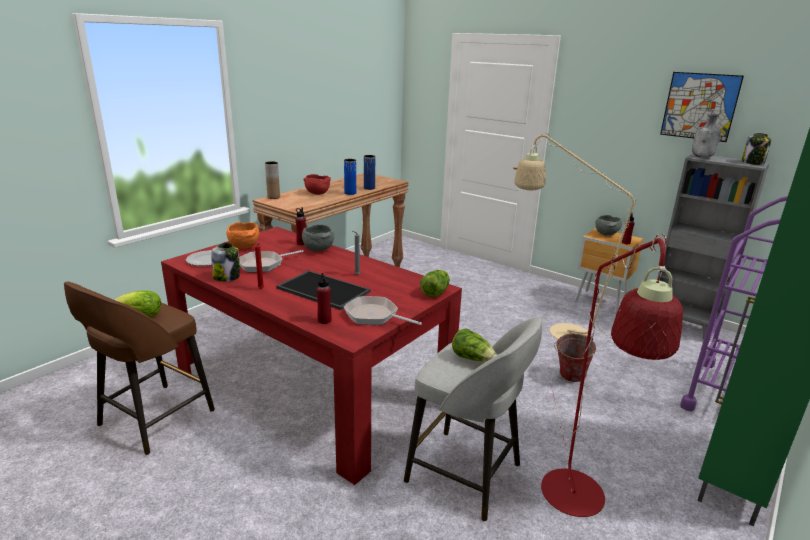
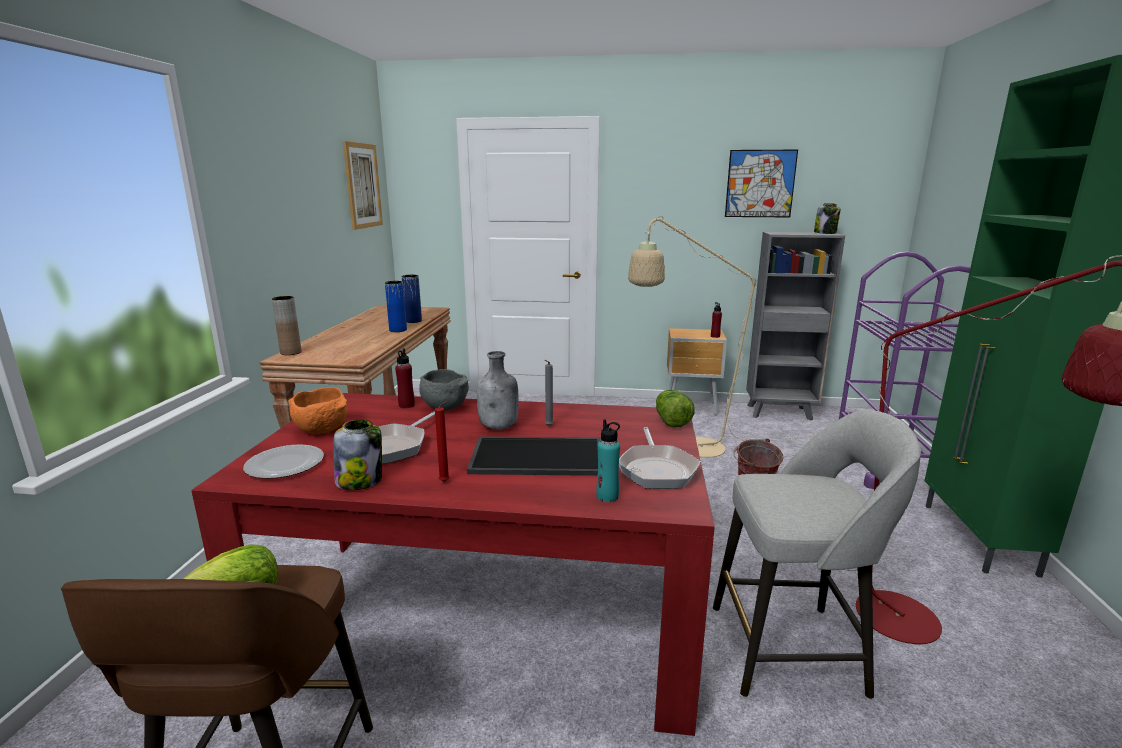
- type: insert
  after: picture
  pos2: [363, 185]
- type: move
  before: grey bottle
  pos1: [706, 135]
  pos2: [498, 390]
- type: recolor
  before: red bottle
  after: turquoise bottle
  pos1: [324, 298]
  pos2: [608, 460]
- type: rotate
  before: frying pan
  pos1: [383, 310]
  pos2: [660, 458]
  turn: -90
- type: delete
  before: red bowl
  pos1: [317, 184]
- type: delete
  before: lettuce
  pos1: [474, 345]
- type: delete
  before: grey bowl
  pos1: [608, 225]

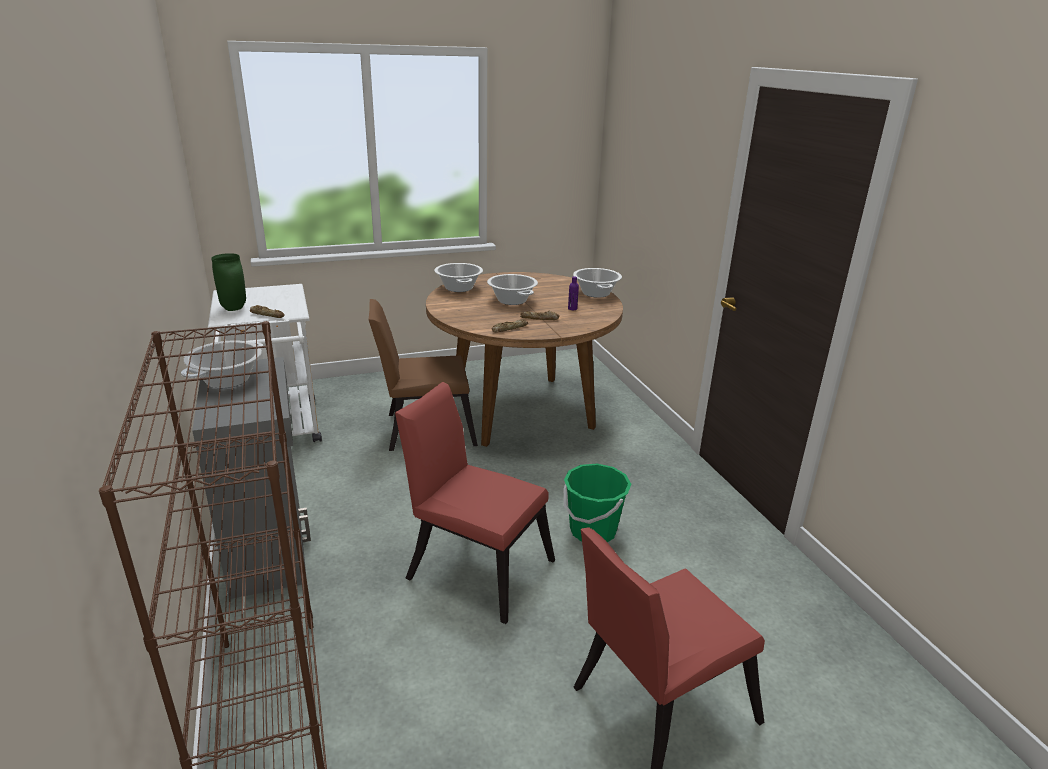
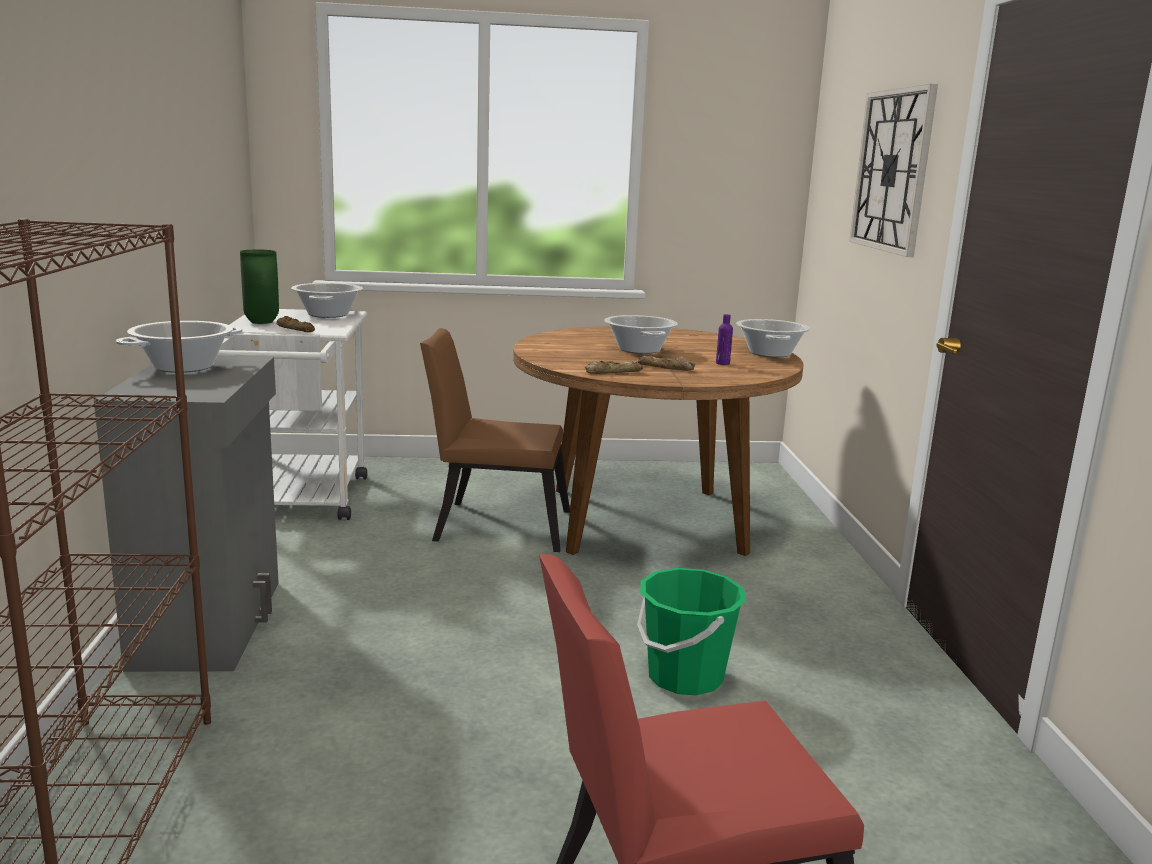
- type: move
  before: cooking pot
  pos1: [458, 277]
  pos2: [327, 300]
- type: insert
  after: wall clock
  pos2: [893, 170]
- type: delete
  before: red chair
  pos1: [475, 503]

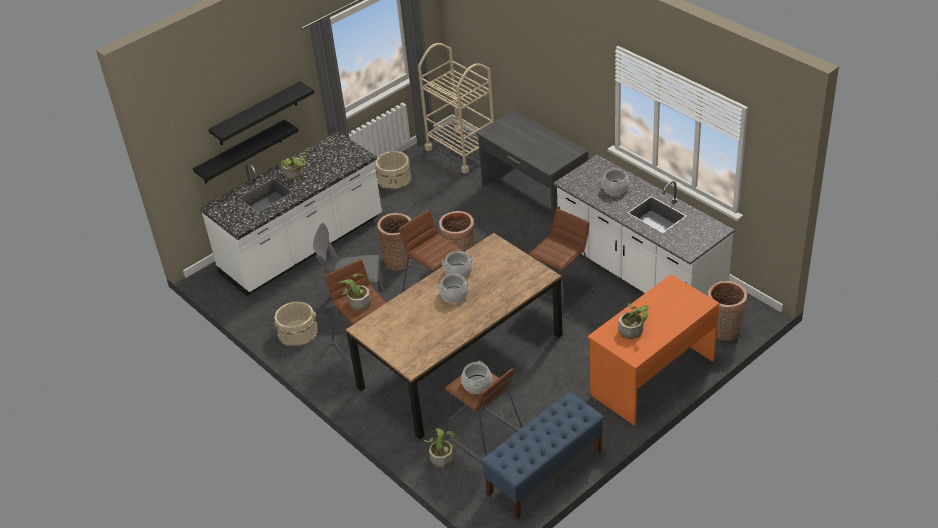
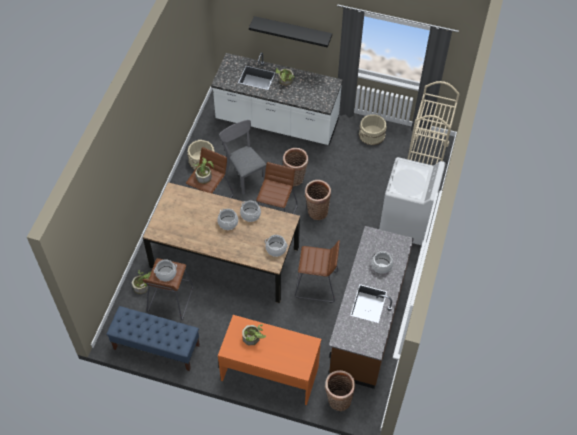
- type: insert
  after: cooking pot
  pos2: [276, 246]
- type: recolor
  before: white counter
  after: brown counter
  pos1: [643, 225]
  pos2: [371, 307]
- type: replace
  before: grey desk
  after: white washing machine
  pos1: [532, 167]
  pos2: [412, 201]
- type: delete
  before: black shelf
  pos1: [245, 151]

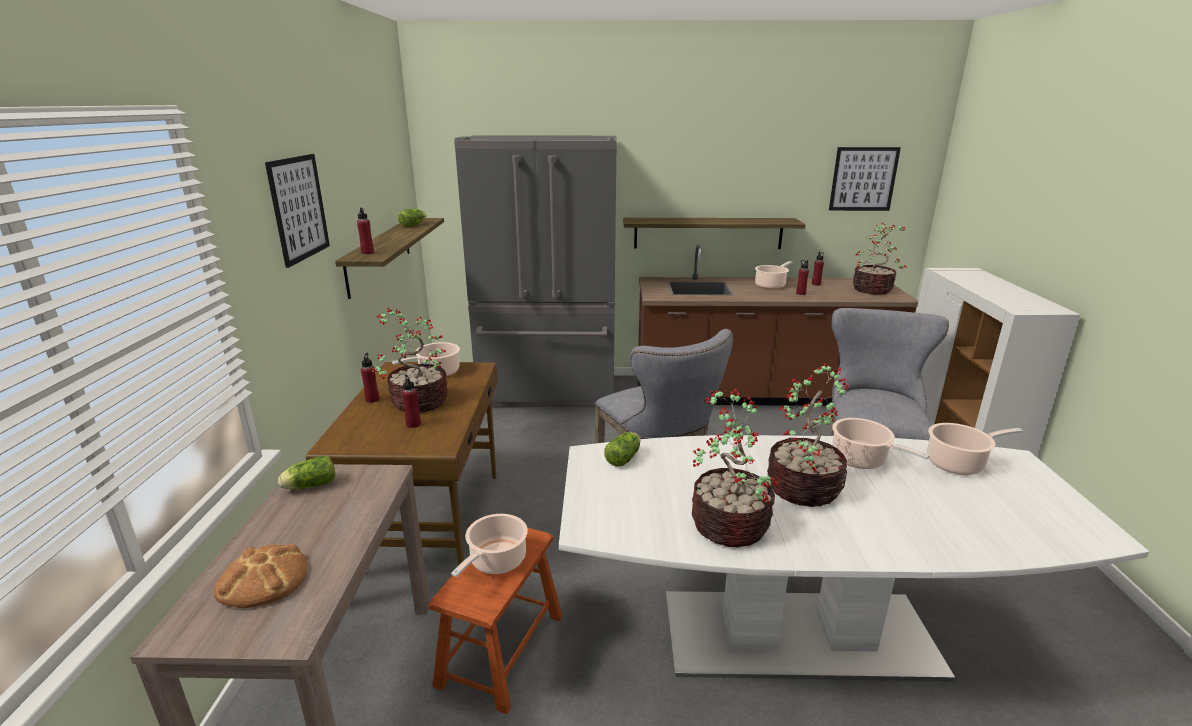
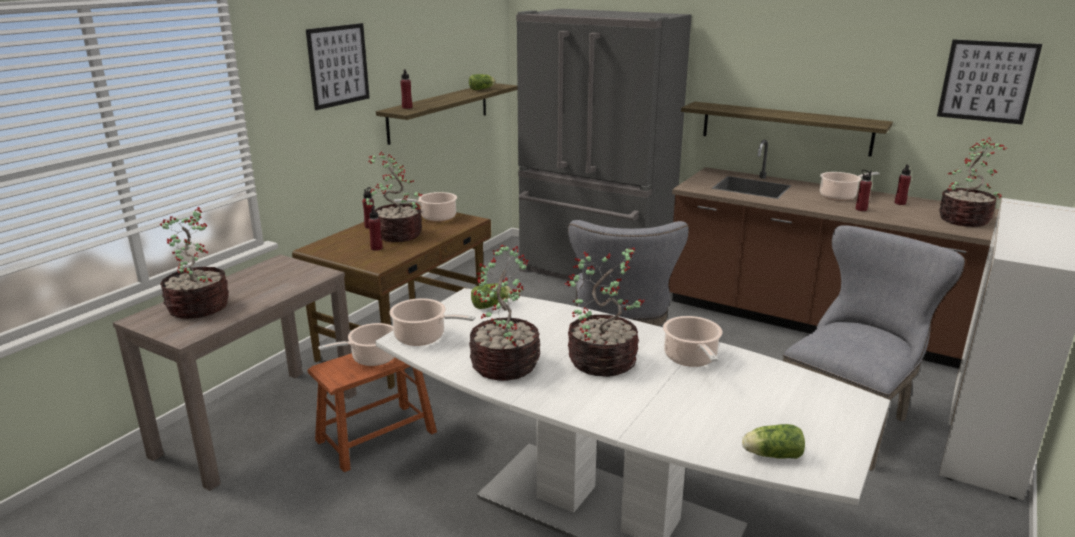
- type: replace
  before: bread
  after: potted plant
  pos1: [261, 576]
  pos2: [194, 263]
- type: move
  before: cooking pot
  pos1: [974, 449]
  pos2: [432, 322]
- type: move
  before: lettuce
  pos1: [306, 472]
  pos2: [773, 441]

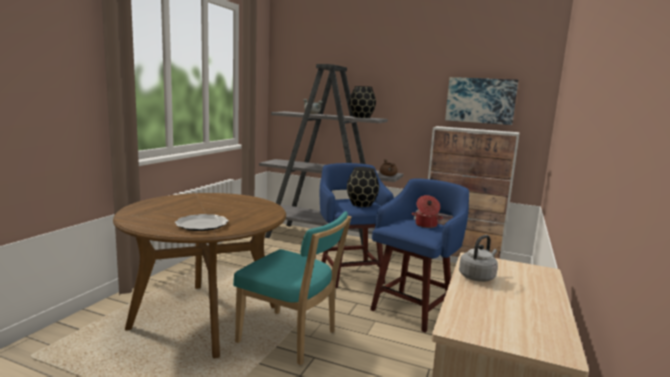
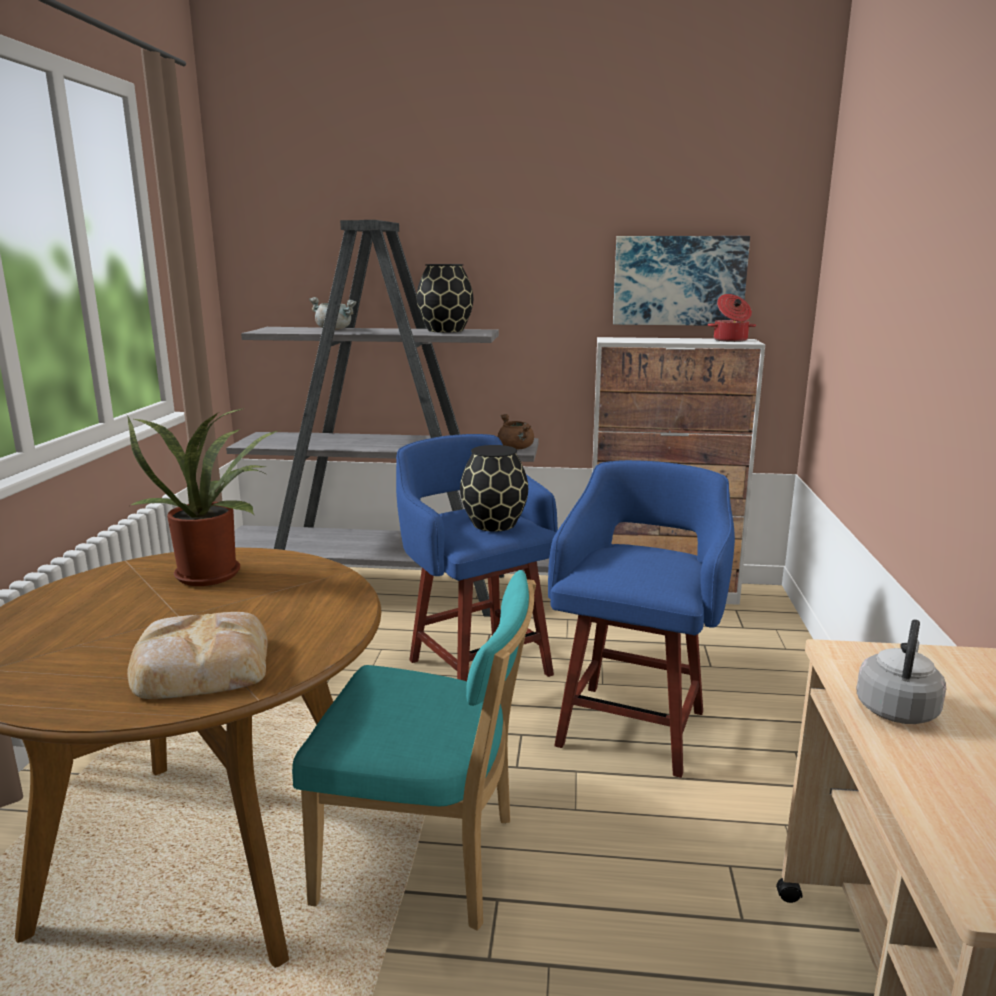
- type: insert
  after: potted plant
  pos2: [204, 497]
- type: replace
  before: plate
  after: bread
  pos1: [201, 222]
  pos2: [197, 655]
- type: move
  before: cooking pot
  pos1: [427, 211]
  pos2: [732, 318]

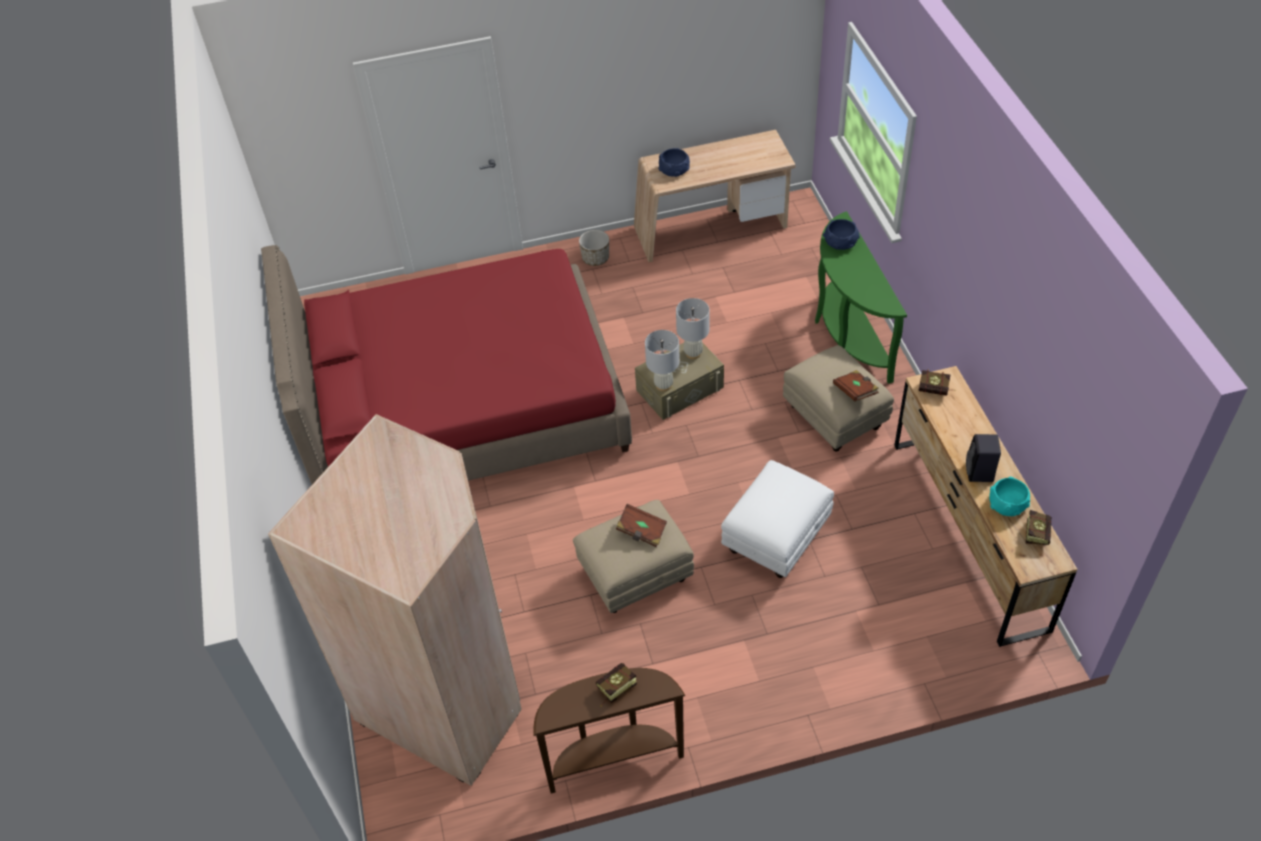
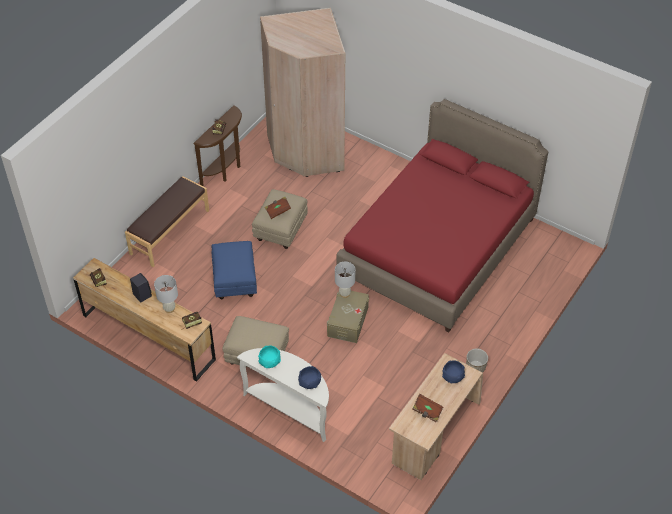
- type: insert
  after: brown bench
  pos2: [167, 222]
- type: move
  before: white table lamp
  pos1: [693, 328]
  pos2: [166, 294]
- type: recolor
  before: white ottoman
  after: blue ottoman
  pos1: [777, 519]
  pos2: [234, 270]
- type: recolor
  before: green console table
  after: white console table
  pos1: [861, 297]
  pos2: [283, 395]
- type: move
  before: turquoise bowl
  pos1: [1009, 496]
  pos2: [269, 357]
- type: move
  before: brown book
  pos1: [856, 386]
  pos2: [427, 408]

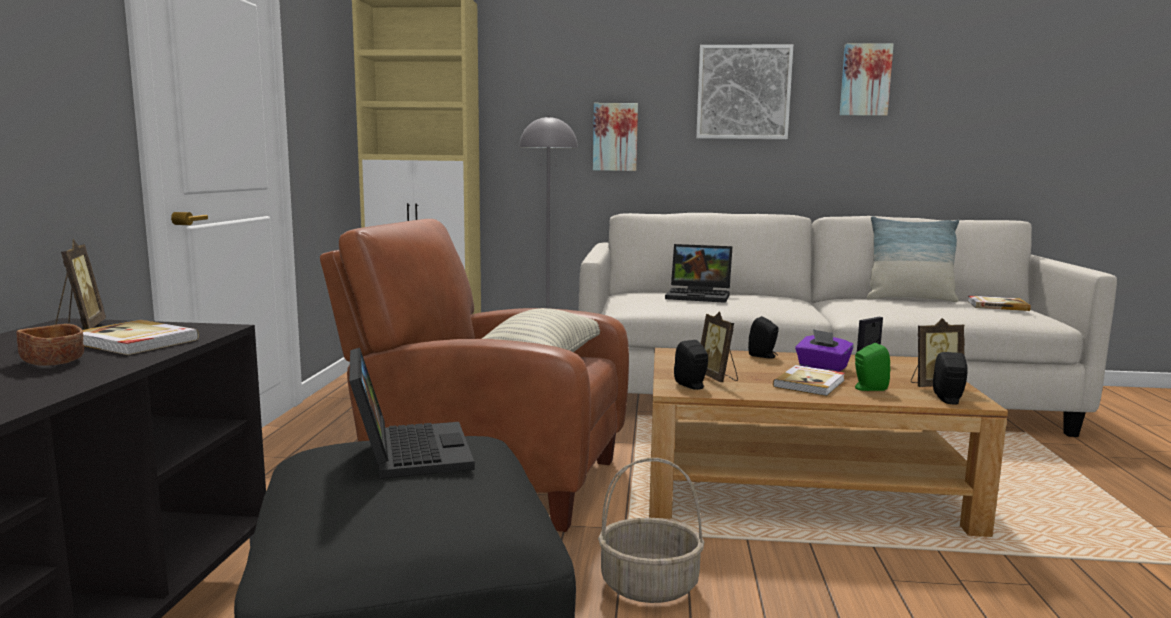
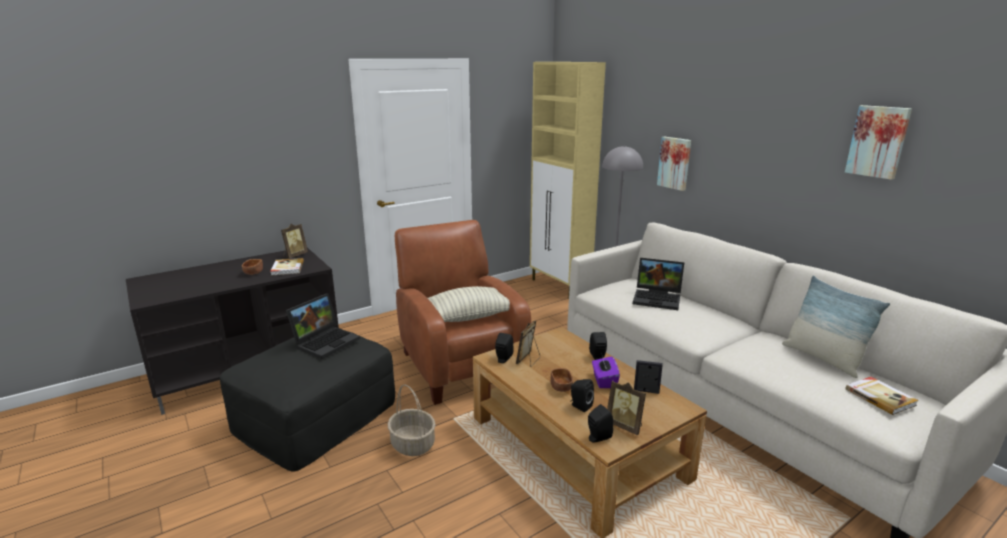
- type: replace
  before: book
  after: brown bowl
  pos1: [809, 380]
  pos2: [561, 380]
- type: recolor
  before: green speaker
  after: black speaker
  pos1: [872, 367]
  pos2: [582, 395]
- type: rotate
  before: laptop
  pos1: [698, 273]
  pos2: [658, 284]
  turn: -45
- type: delete
  before: picture
  pos1: [744, 92]

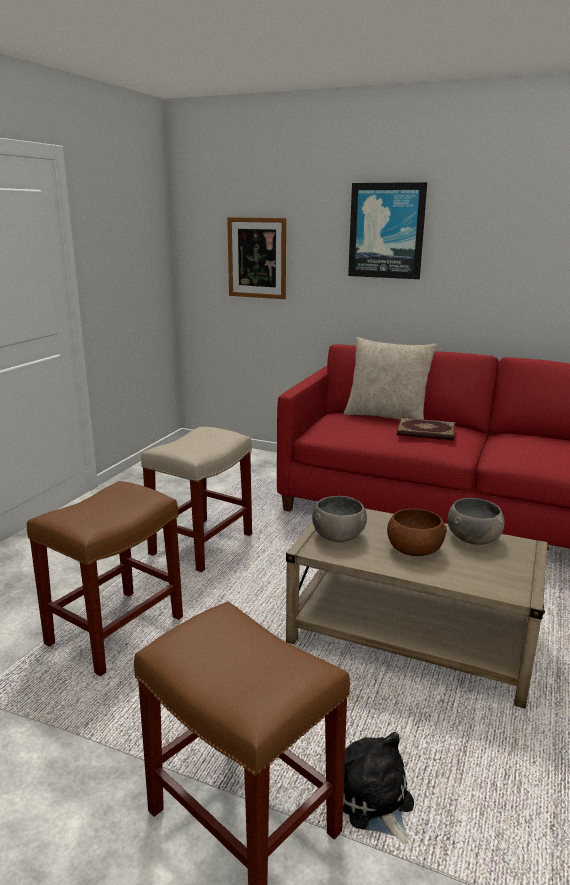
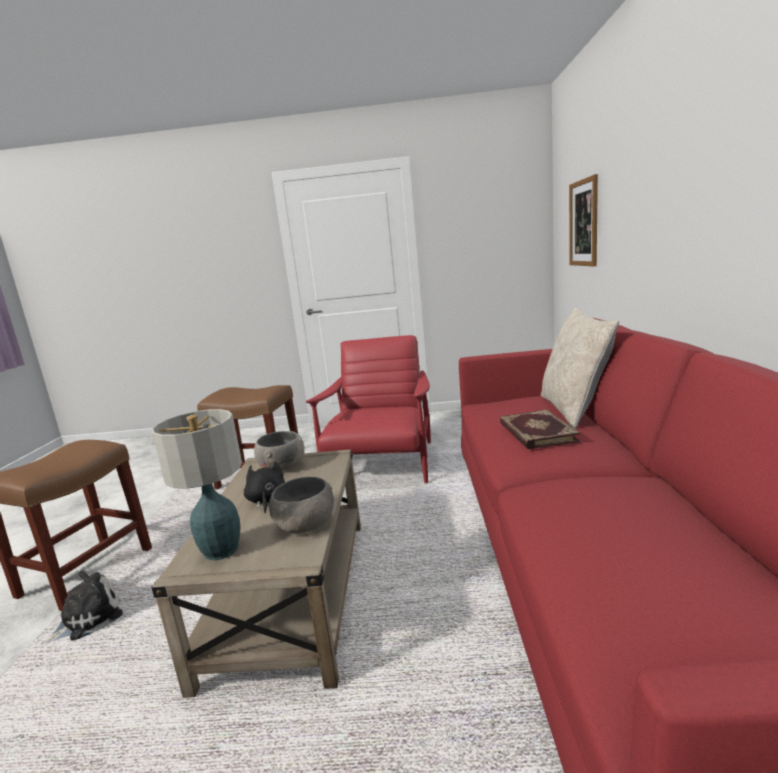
- type: insert
  after: table lamp
  pos2: [196, 484]
- type: replace
  before: brown bowl
  after: black plush toy
  pos1: [417, 532]
  pos2: [264, 487]
- type: replace
  before: beige stool
  after: red armchair
  pos1: [196, 499]
  pos2: [368, 409]
- type: delete
  before: picture
  pos1: [387, 230]

